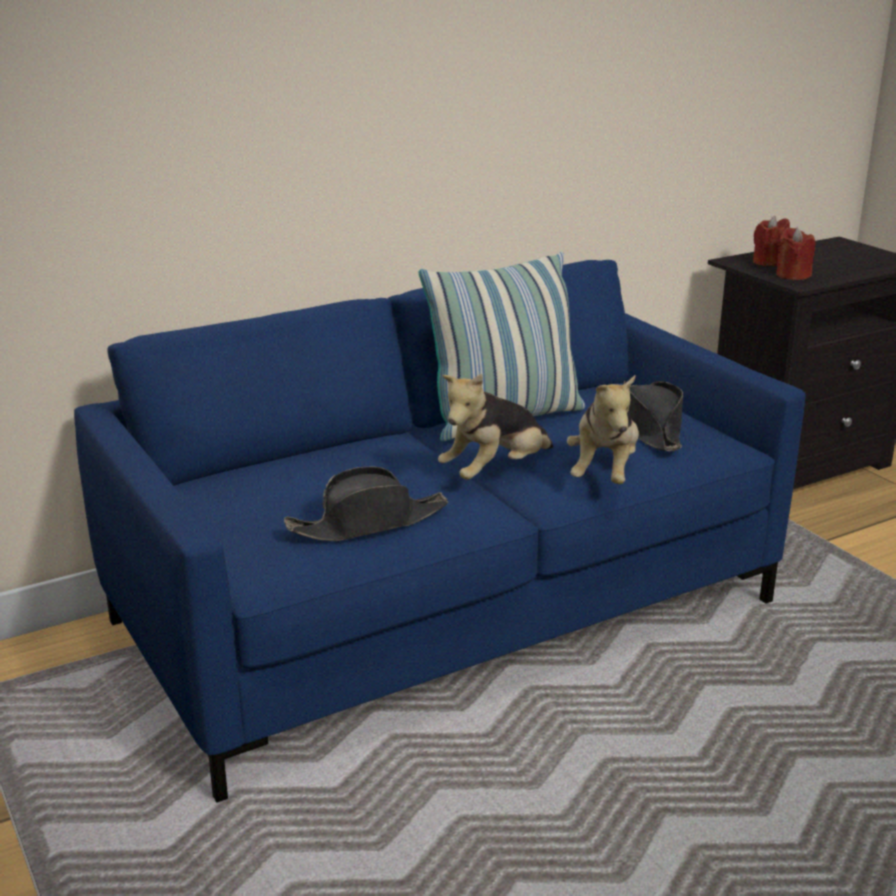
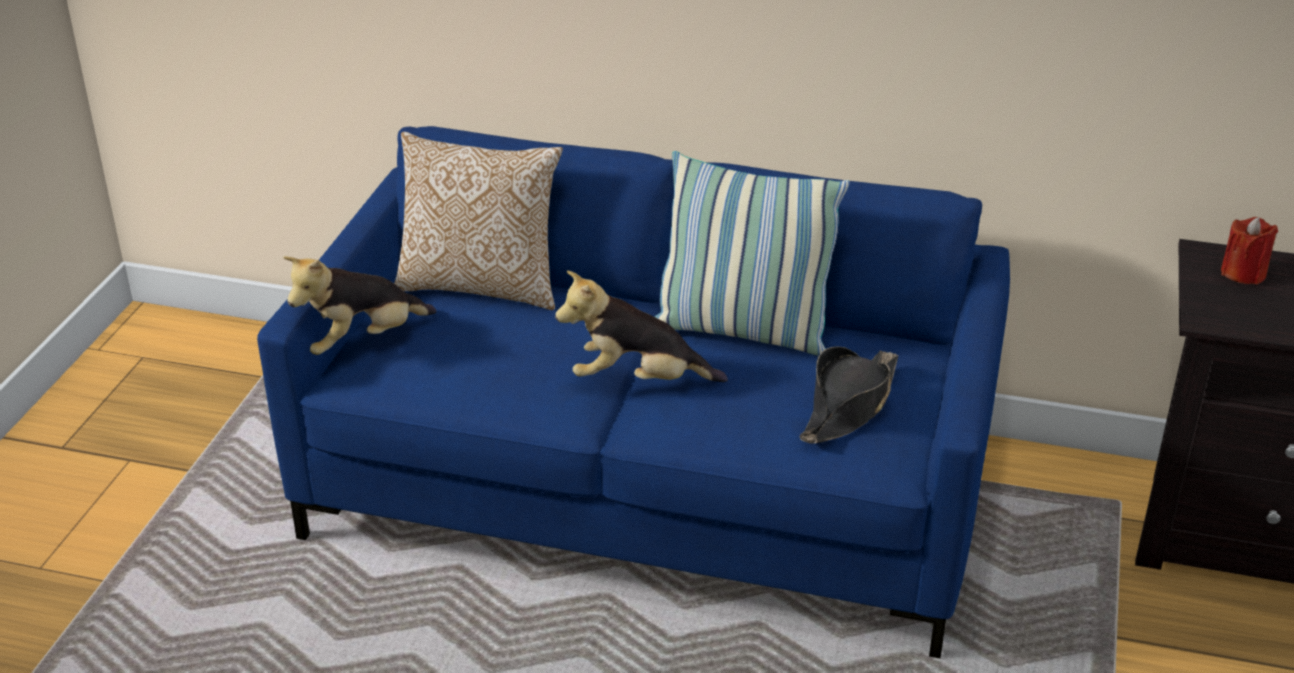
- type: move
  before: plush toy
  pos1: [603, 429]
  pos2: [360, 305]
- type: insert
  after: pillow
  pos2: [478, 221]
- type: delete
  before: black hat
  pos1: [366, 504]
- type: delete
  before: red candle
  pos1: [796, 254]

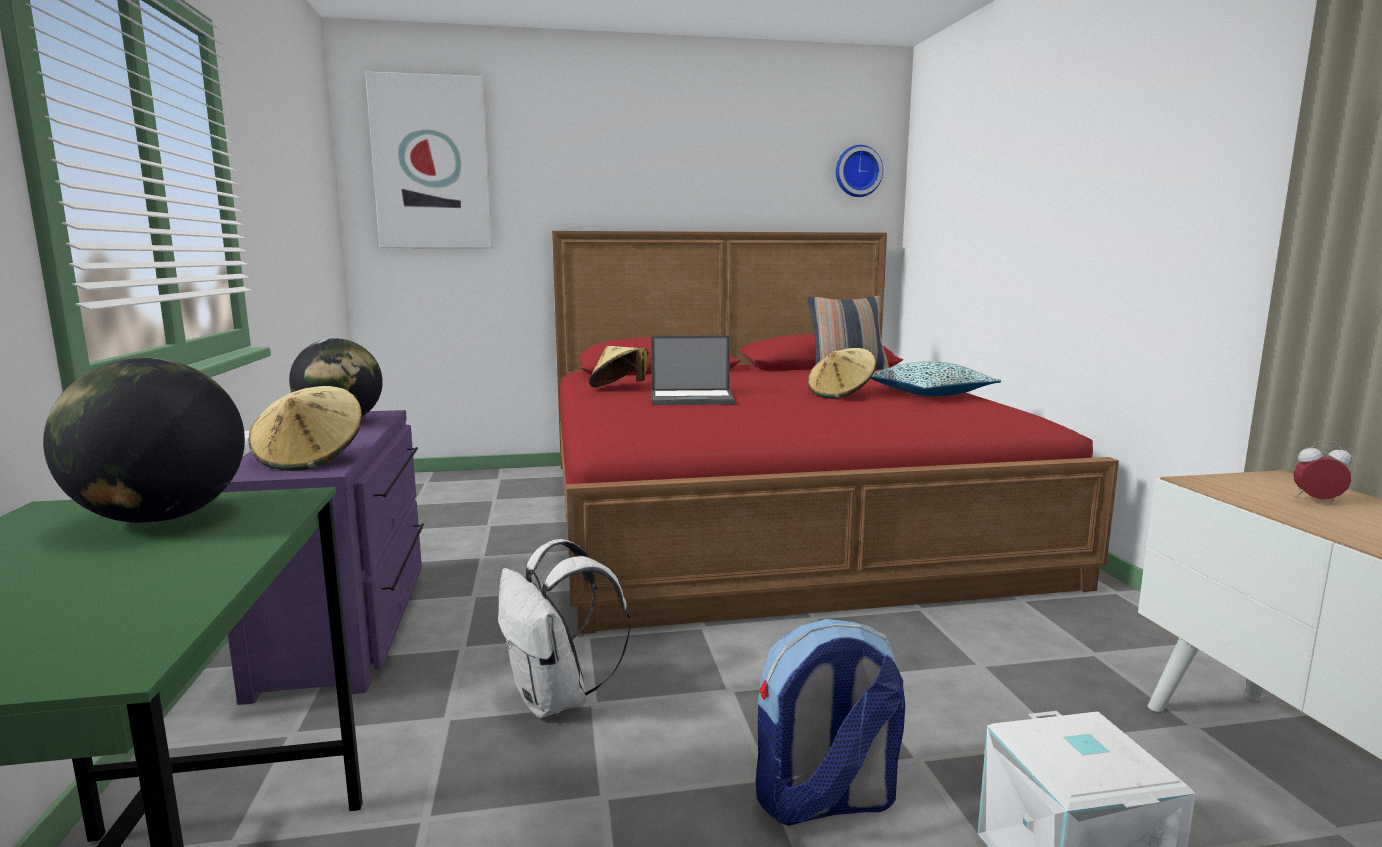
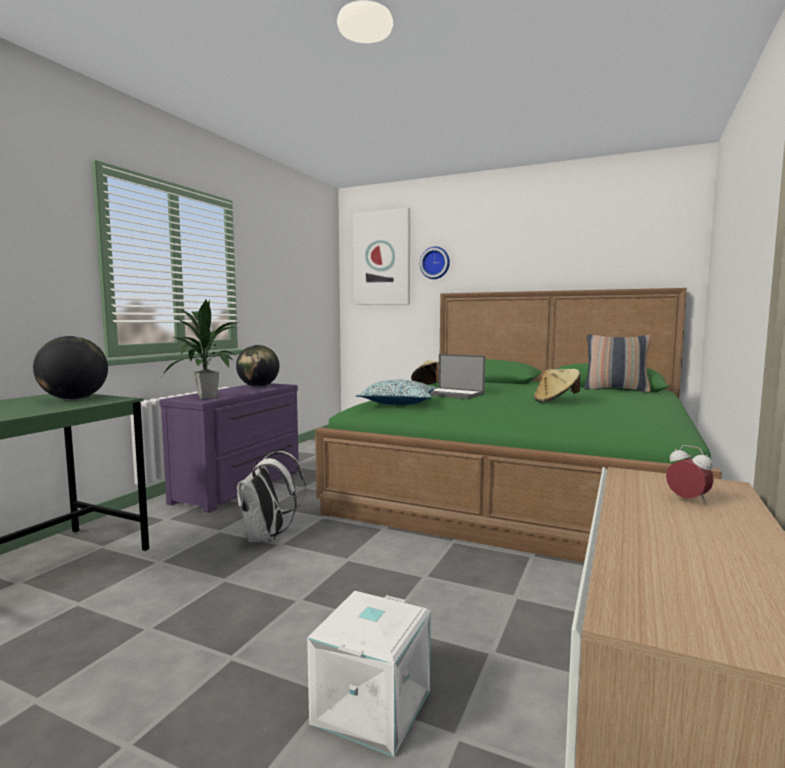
- type: replace
  before: beige hat
  after: potted plant
  pos1: [305, 428]
  pos2: [201, 349]
- type: recolor
  before: red bed
  after: green bed
  pos1: [835, 432]
  pos2: [518, 425]
- type: move
  before: pillow
  pos1: [935, 378]
  pos2: [396, 392]
- type: move
  before: wall clock
  pos1: [859, 171]
  pos2: [435, 263]
- type: delete
  before: backpack
  pos1: [830, 722]

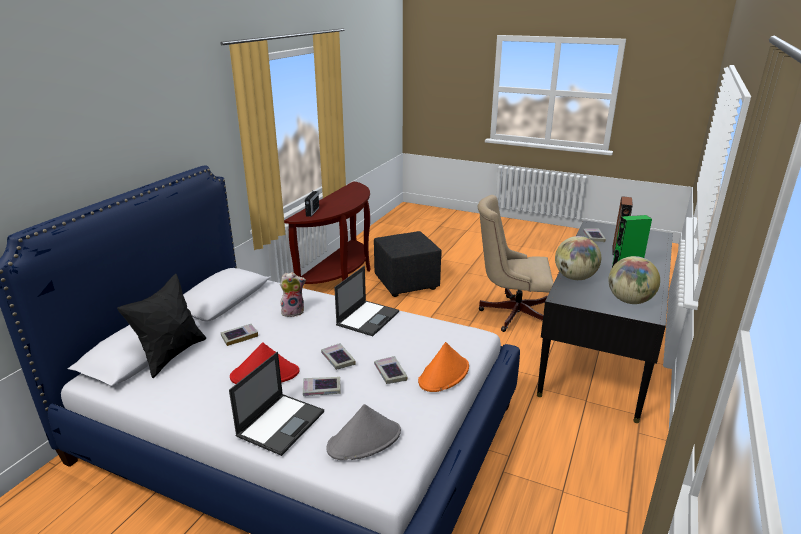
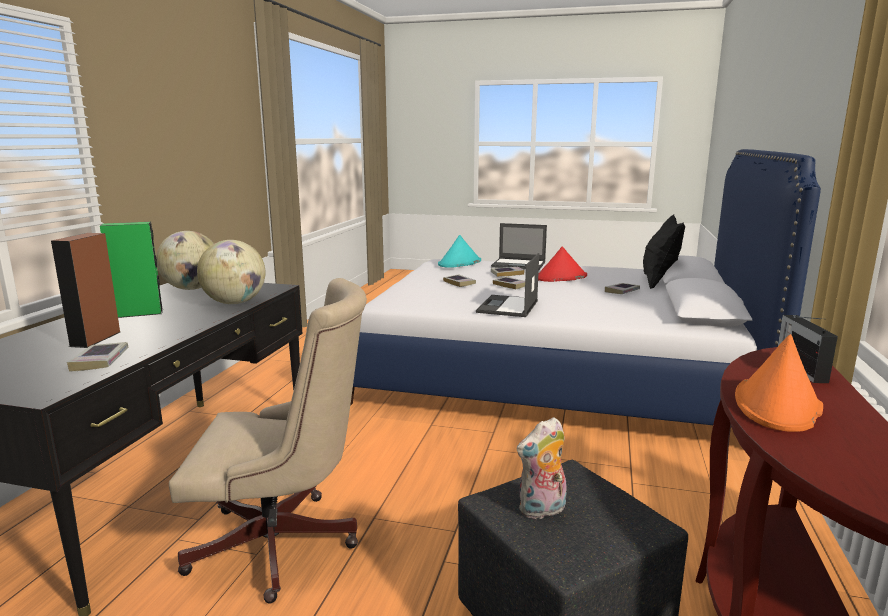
- type: recolor
  before: grey hat
  after: turquoise hat
  pos1: [363, 432]
  pos2: [459, 251]
- type: rotate
  before: laptop
  pos1: [276, 404]
  pos2: [519, 246]
  turn: -90
- type: move
  before: plush toy
  pos1: [293, 294]
  pos2: [542, 468]
- type: move
  before: orange hat
  pos1: [443, 367]
  pos2: [779, 383]

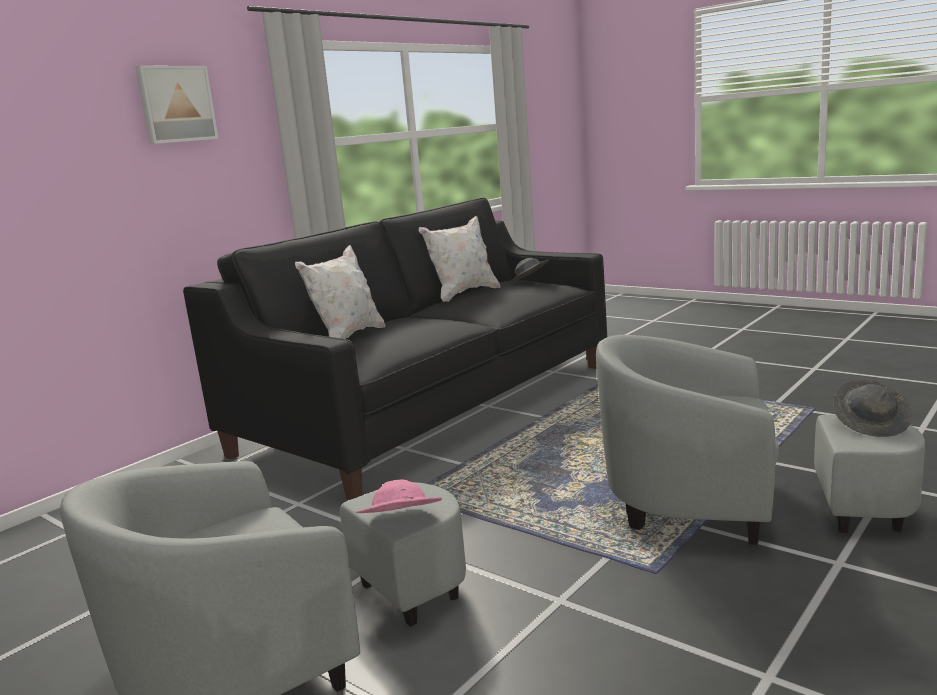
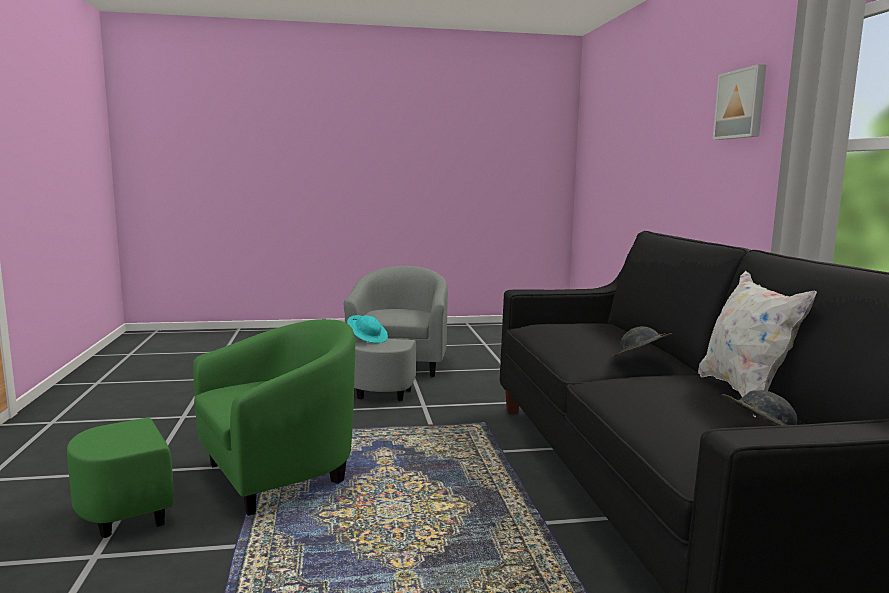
- type: recolor
  before: grey armchair
  after: green armchair
  pos1: [760, 440]
  pos2: [211, 428]
- type: recolor
  before: pink hat
  after: turquoise hat
  pos1: [398, 496]
  pos2: [367, 329]
- type: move
  before: grey hat
  pos1: [873, 408]
  pos2: [641, 341]
- type: delete
  before: white pillow
  pos1: [340, 292]

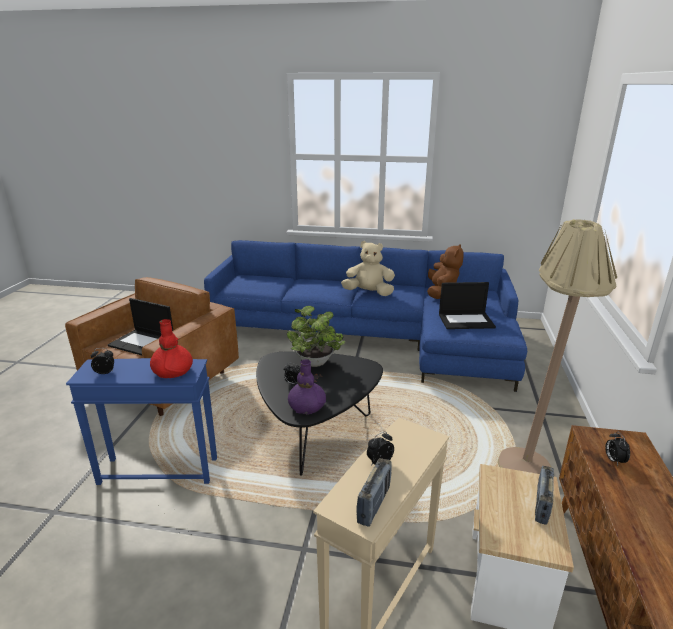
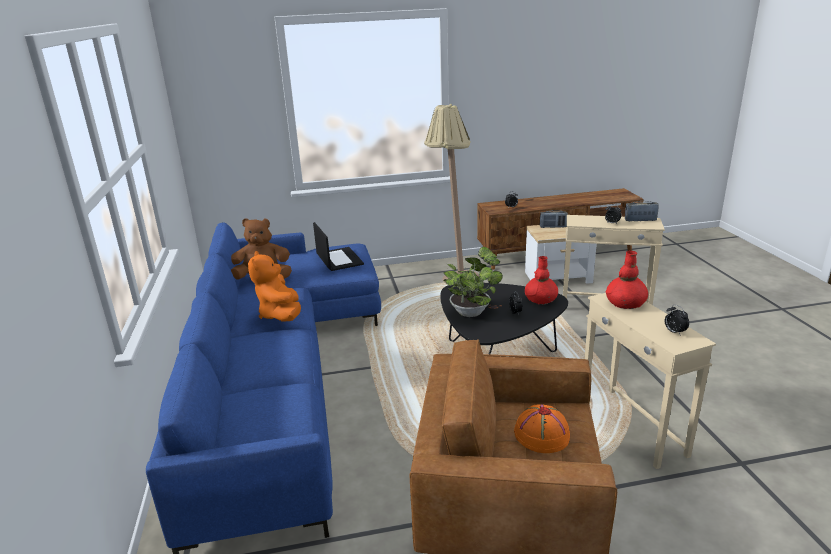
- type: recolor
  before: beige plush toy
  after: orange plush toy
  pos1: [368, 268]
  pos2: [274, 286]
- type: replace
  before: laptop
  after: orange hat
  pos1: [140, 326]
  pos2: [542, 428]
- type: recolor
  before: purple vase
  after: red vase
  pos1: [307, 386]
  pos2: [541, 280]
- type: recolor
  before: blue side table
  after: beige side table
  pos1: [141, 421]
  pos2: [650, 381]

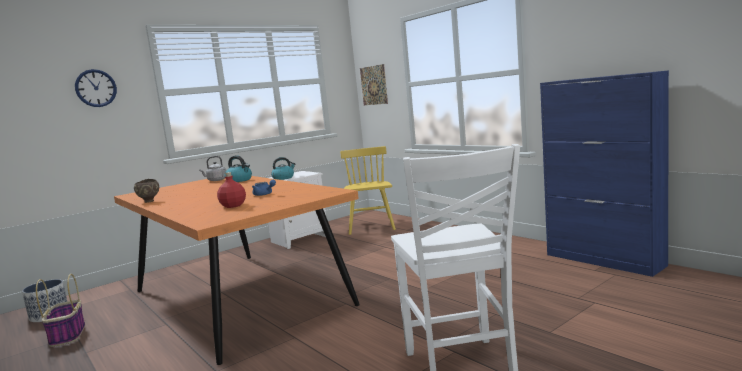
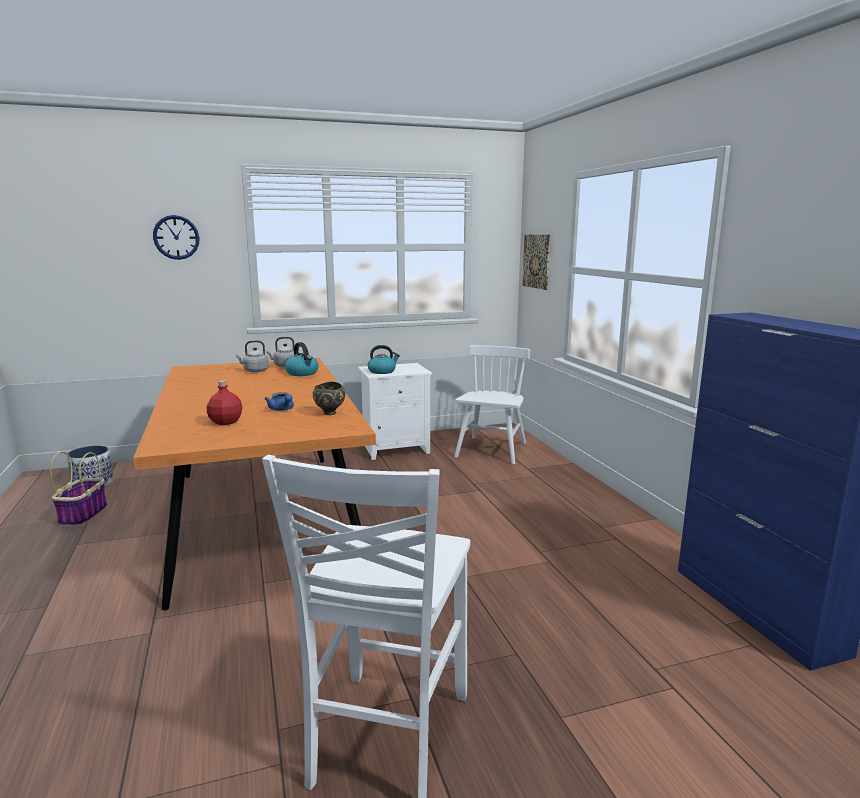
- type: insert
  after: grey kettle
  pos2: [252, 356]
- type: move
  before: brown bowl
  pos1: [147, 191]
  pos2: [329, 398]
- type: recolor
  before: yellow chair
  after: white chair
  pos1: [368, 190]
  pos2: [492, 405]

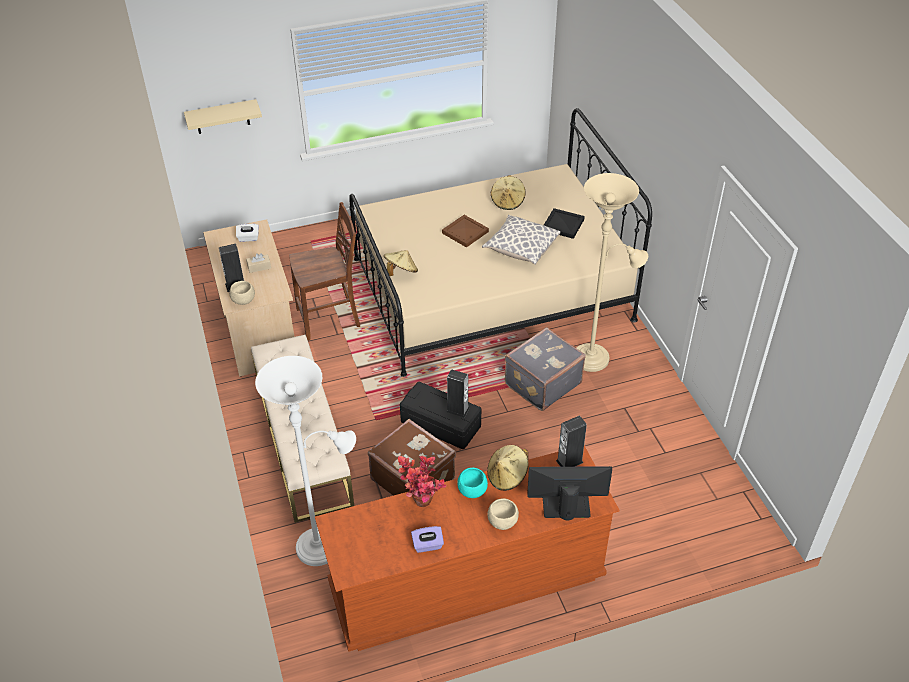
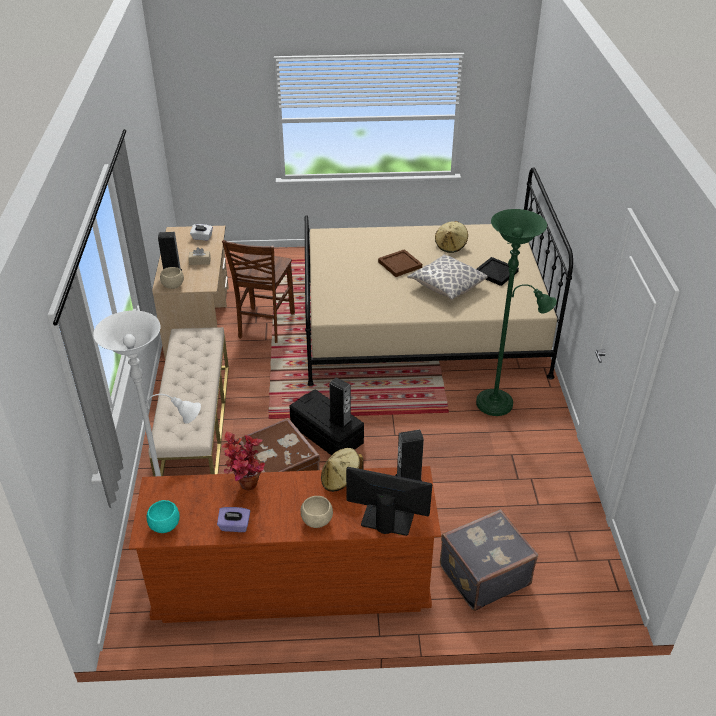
- type: move
  before: turquoise bowl
  pos1: [472, 483]
  pos2: [163, 516]
- type: rotate
  before: brown chair
  pos1: [324, 271]
  pos2: [258, 291]
  turn: 105
- type: move
  before: grey suitcase
  pos1: [545, 369]
  pos2: [489, 560]
- type: recolor
  before: beige floor lamp
  after: green floor lamp
  pos1: [612, 272]
  pos2: [516, 312]
- type: delete
  before: beige shelf
  pos1: [223, 116]
- type: delete
  before: beige hat
  pos1: [401, 263]

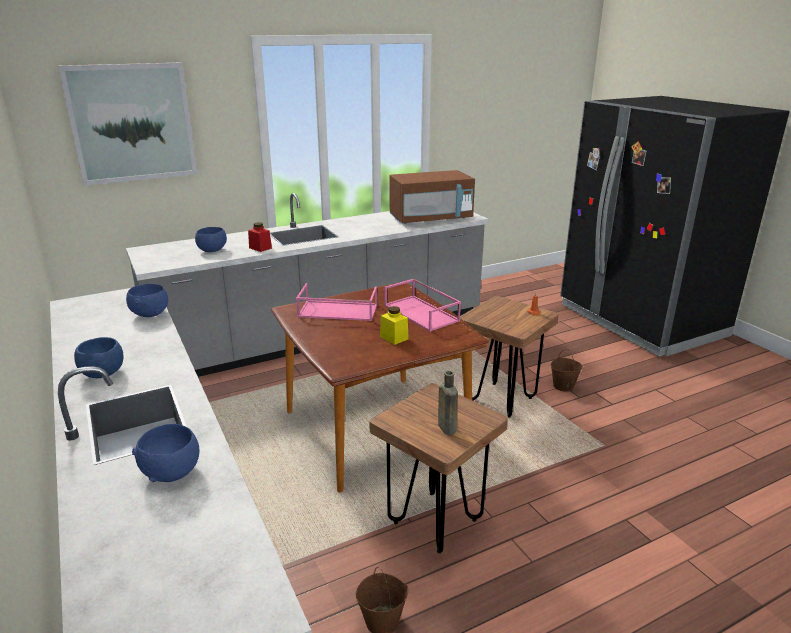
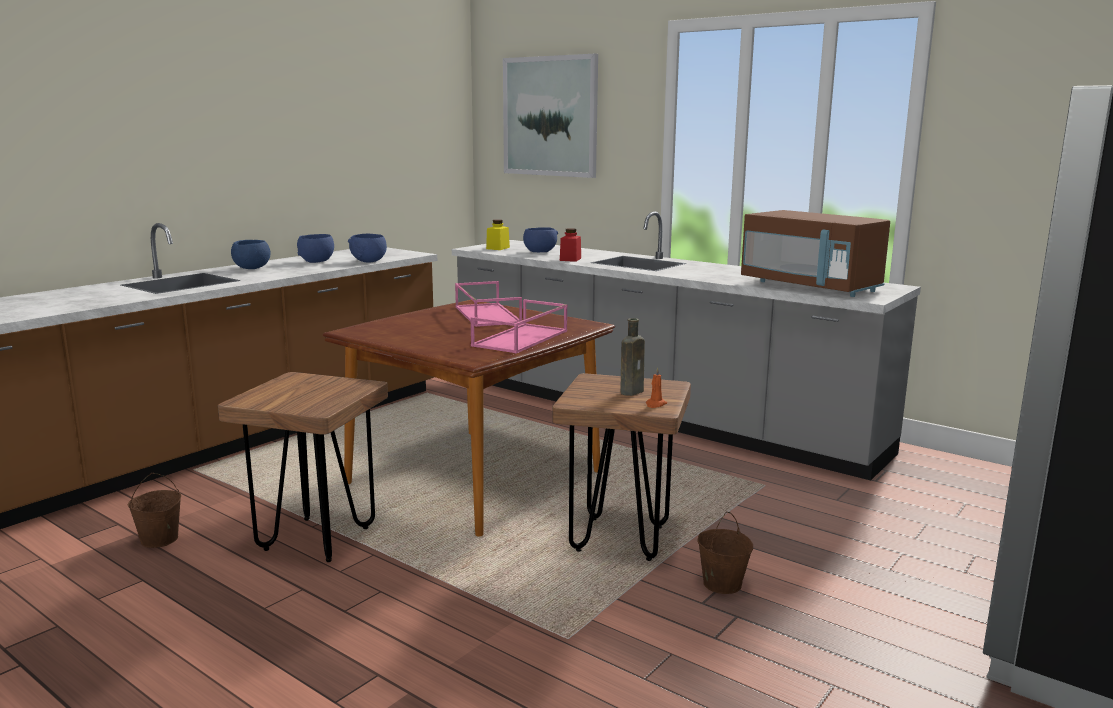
- type: move
  before: blue bowl
  pos1: [165, 453]
  pos2: [315, 248]
- type: move
  before: yellow jar
  pos1: [394, 325]
  pos2: [498, 235]
- type: move
  before: brown bottle
  pos1: [448, 403]
  pos2: [633, 357]

